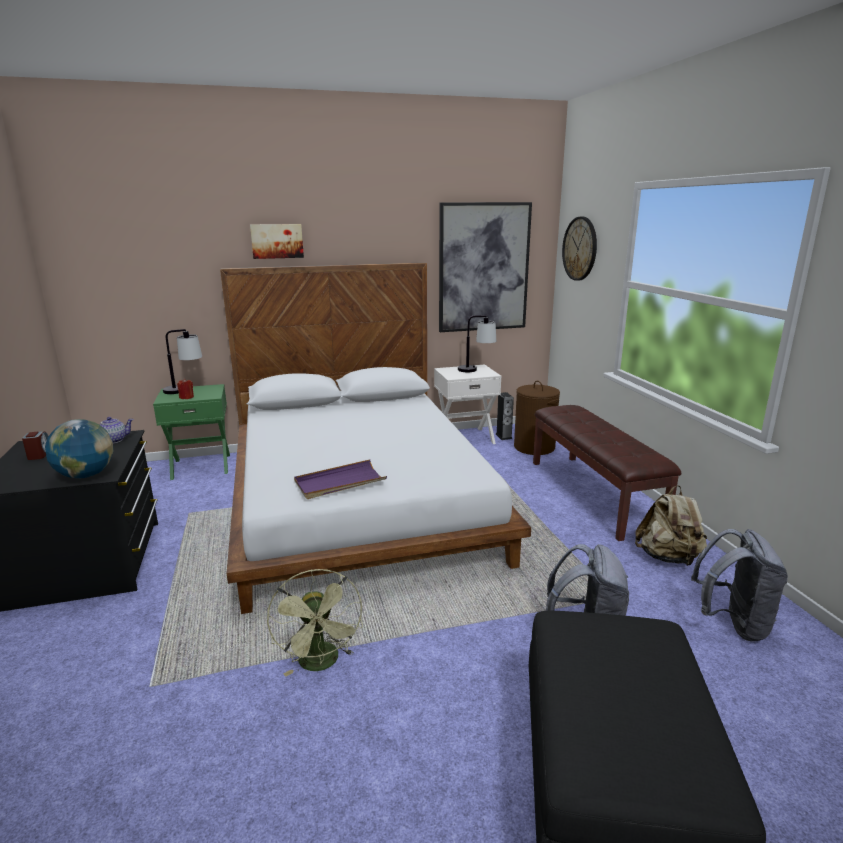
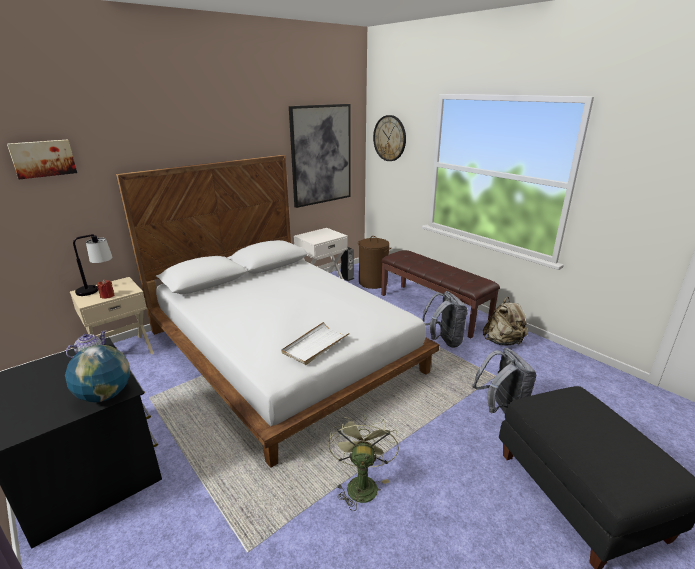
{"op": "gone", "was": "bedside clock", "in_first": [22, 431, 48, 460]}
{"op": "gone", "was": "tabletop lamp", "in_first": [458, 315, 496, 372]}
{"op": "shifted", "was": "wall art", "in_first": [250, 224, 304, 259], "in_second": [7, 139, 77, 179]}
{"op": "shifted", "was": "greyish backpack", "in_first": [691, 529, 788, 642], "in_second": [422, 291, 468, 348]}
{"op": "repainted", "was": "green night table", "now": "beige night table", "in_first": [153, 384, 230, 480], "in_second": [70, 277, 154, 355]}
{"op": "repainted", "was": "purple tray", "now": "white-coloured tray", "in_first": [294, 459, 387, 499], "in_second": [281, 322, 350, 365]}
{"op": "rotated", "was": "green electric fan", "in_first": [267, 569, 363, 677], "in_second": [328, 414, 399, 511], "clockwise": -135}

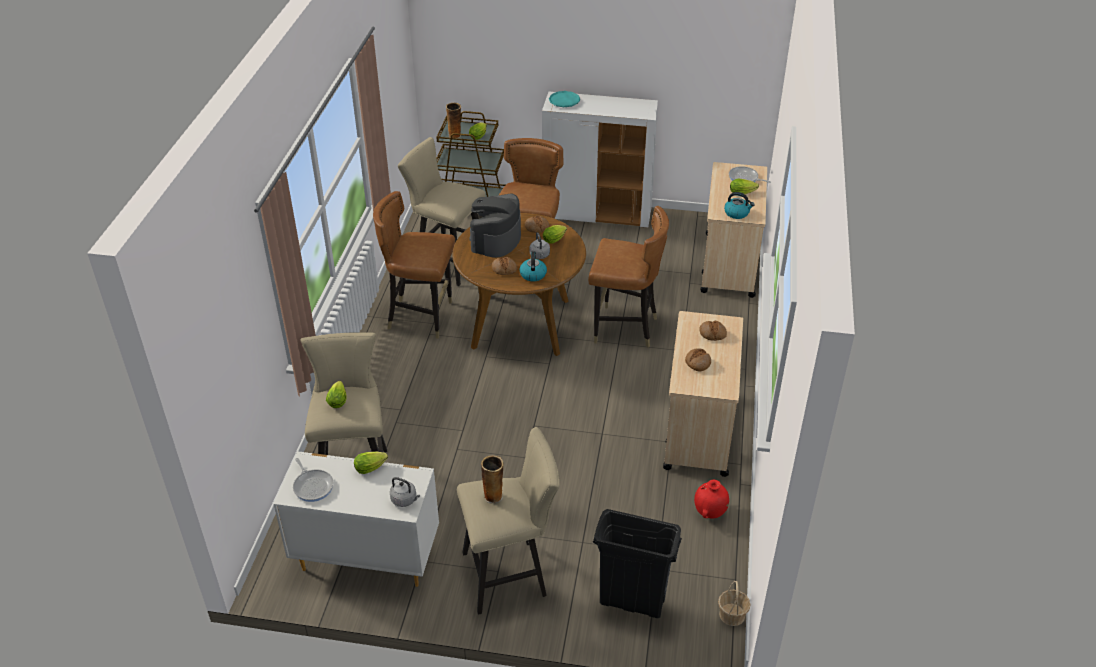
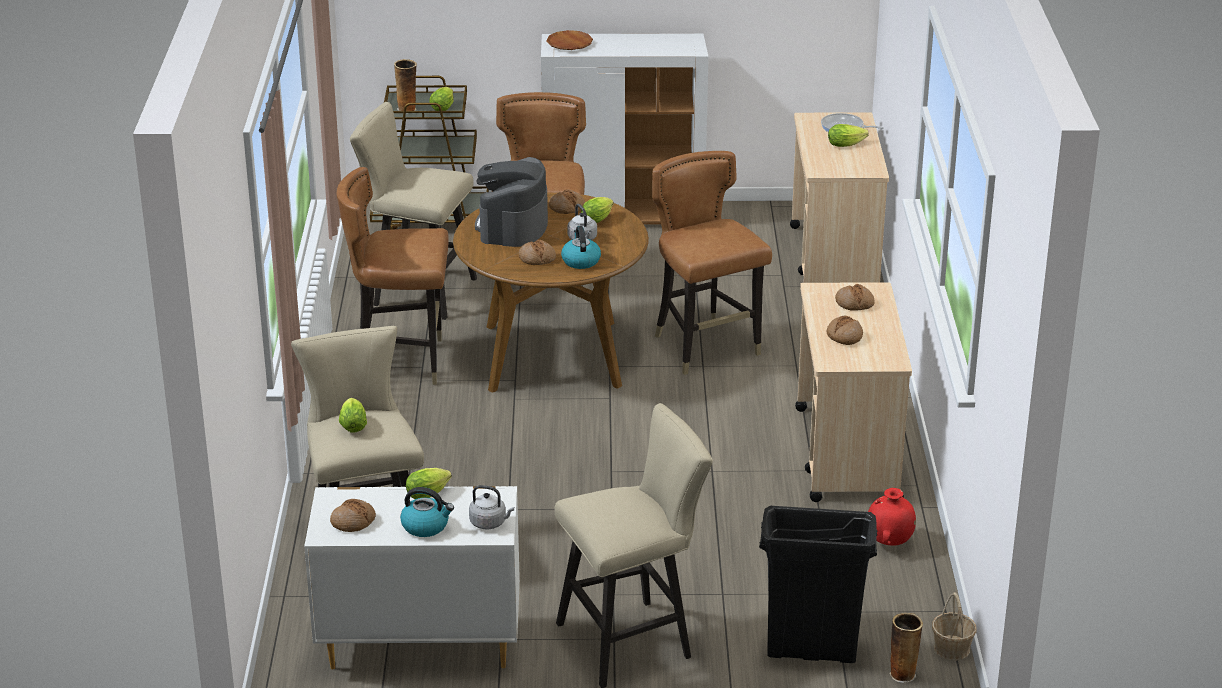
{"op": "shifted", "was": "decorative vase", "in_first": [481, 455, 503, 503], "in_second": [889, 613, 923, 683]}
{"op": "shifted", "was": "water kettle", "in_first": [724, 192, 755, 219], "in_second": [400, 487, 454, 537]}
{"op": "swapped", "was": "skillet", "now": "bread", "in_first": [293, 458, 333, 502], "in_second": [330, 499, 376, 532]}
{"op": "repainted", "was": "blue-green plate", "now": "brownish plate", "in_first": [549, 91, 581, 107], "in_second": [547, 30, 593, 50]}
{"op": "rotated", "was": "brownish plain chair", "in_first": [588, 206, 669, 348], "in_second": [652, 151, 772, 375], "clockwise": -120}

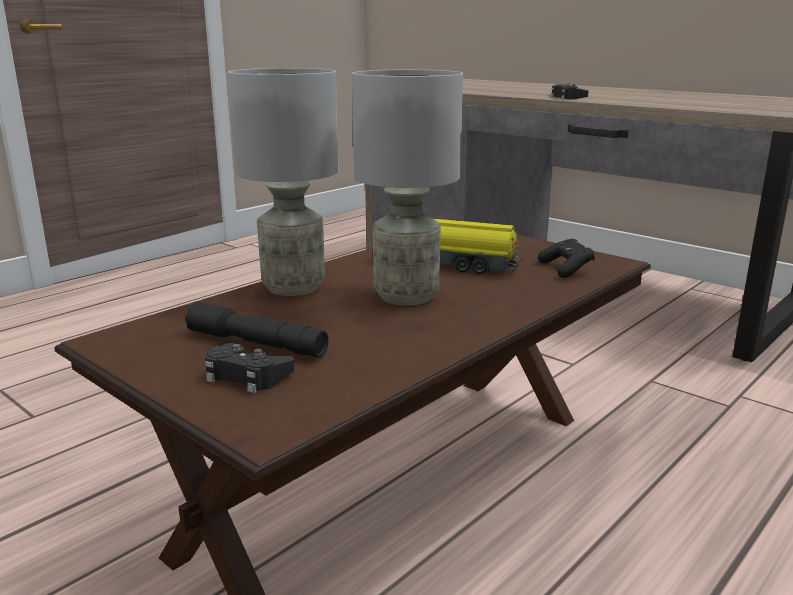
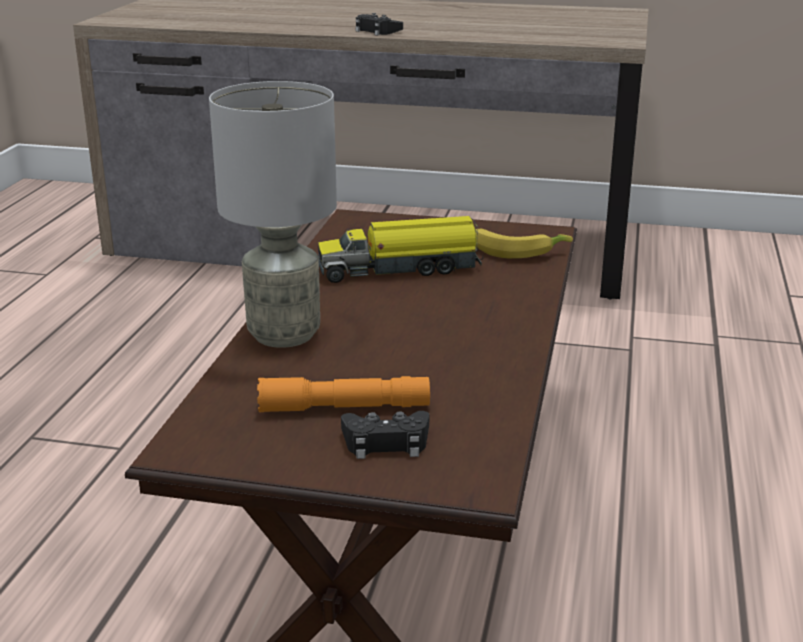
{"op": "gone", "was": "greyish tabletop lamp", "in_first": [352, 70, 463, 306]}
{"op": "swapped", "was": "black game controller", "now": "banana", "in_first": [538, 239, 595, 278], "in_second": [476, 228, 573, 259]}
{"op": "repainted", "was": "black torch", "now": "orangey torch", "in_first": [185, 301, 328, 358], "in_second": [257, 376, 430, 412]}

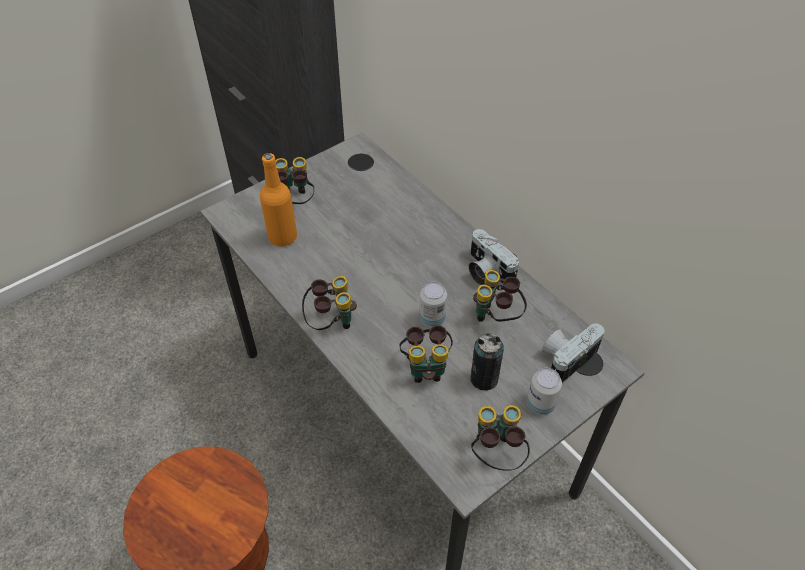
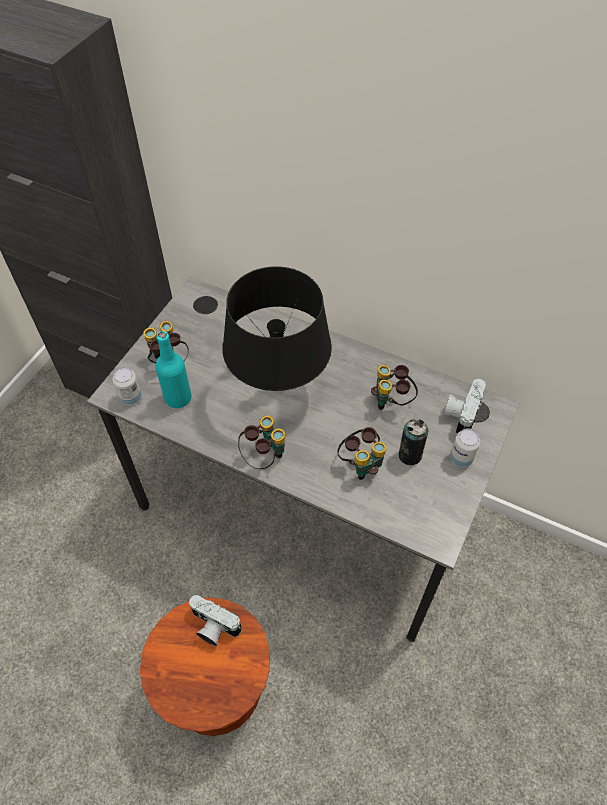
{"op": "gone", "was": "binoculars", "in_first": [471, 405, 530, 471]}
{"op": "new", "now": "black tabletop lamp", "in_second": [222, 266, 332, 391]}
{"op": "shifted", "was": "sealed can", "in_first": [419, 282, 447, 327], "in_second": [113, 367, 142, 405]}
{"op": "shifted", "was": "still camera", "in_first": [469, 229, 519, 285], "in_second": [189, 595, 242, 646]}
{"op": "repainted", "was": "orangey bottle", "now": "blue-green bottle", "in_first": [260, 153, 297, 247], "in_second": [156, 331, 192, 408]}

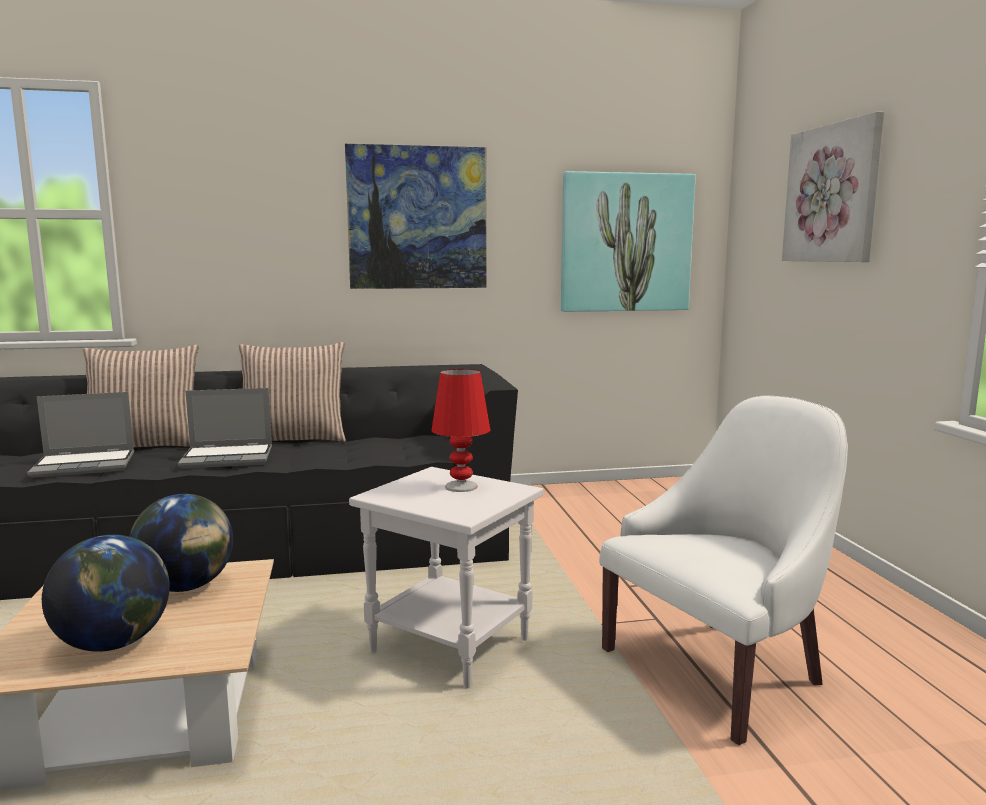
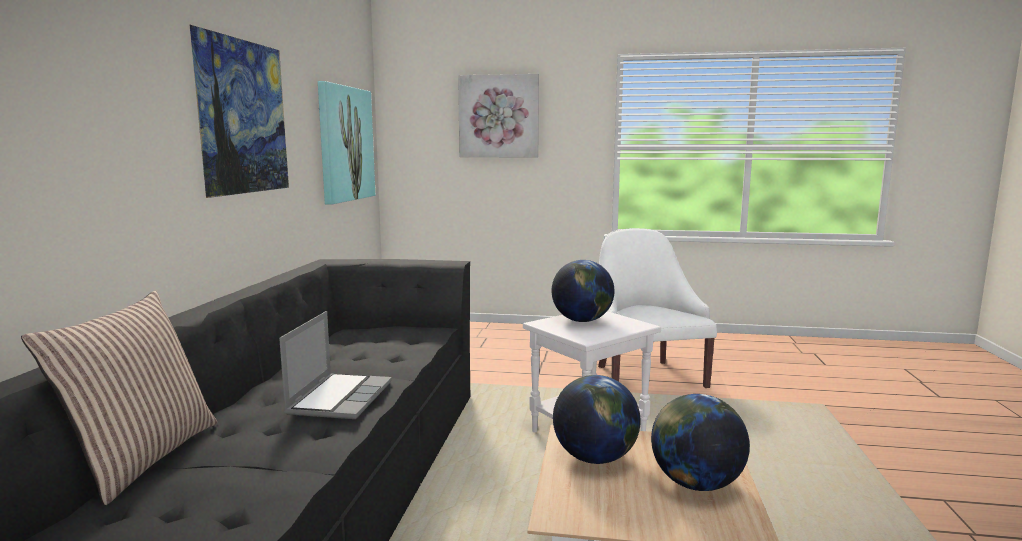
{"op": "gone", "was": "portable computer", "in_first": [27, 392, 134, 478]}
{"op": "gone", "was": "pillow", "in_first": [238, 342, 346, 442]}
{"op": "swapped", "was": "reddish tabletop lamp", "now": "world globe", "in_first": [431, 369, 490, 492], "in_second": [552, 260, 614, 322]}

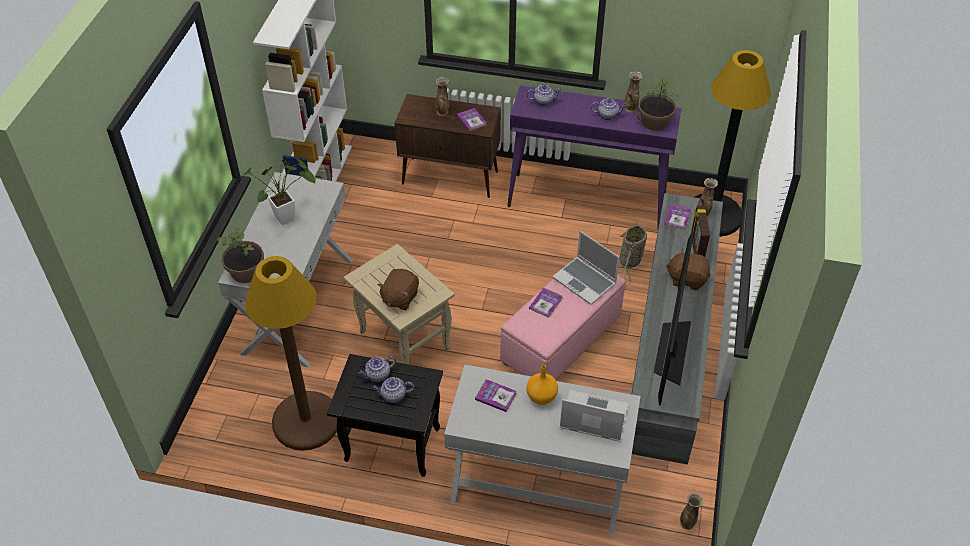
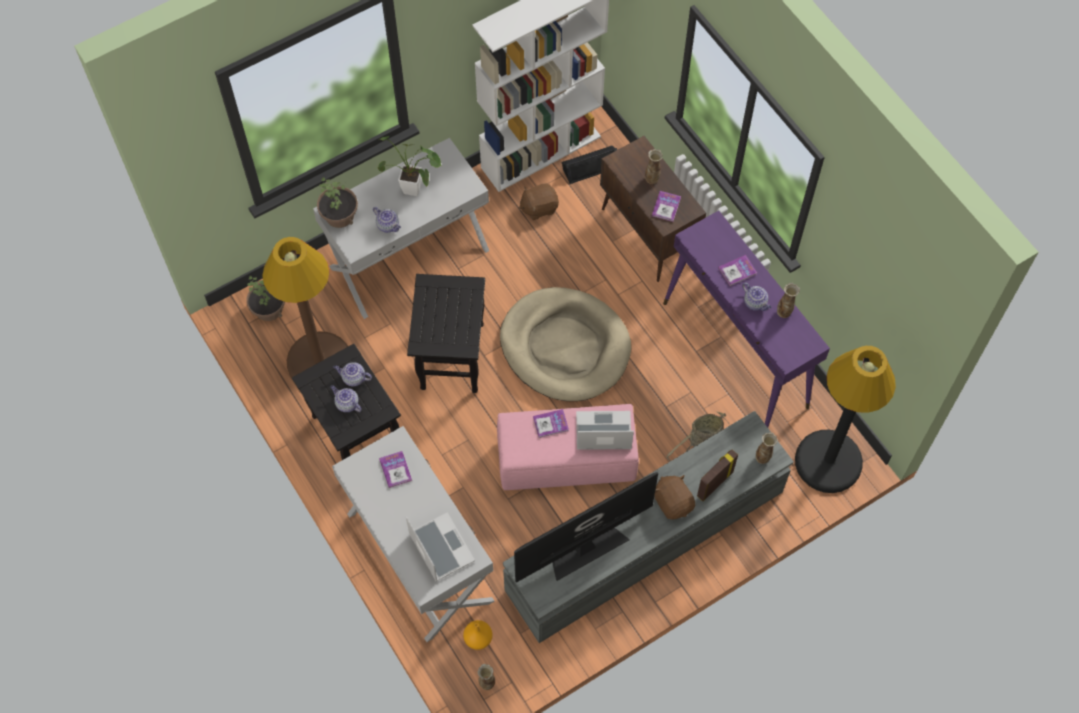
{"op": "new", "now": "beige pet bed", "in_second": [500, 287, 631, 401]}
{"op": "new", "now": "black speaker", "in_second": [562, 145, 617, 184]}
{"op": "shifted", "was": "brownish soft toy", "in_first": [378, 269, 419, 310], "in_second": [519, 183, 559, 220]}
{"op": "shifted", "was": "tea pot", "in_first": [527, 85, 561, 106], "in_second": [373, 207, 401, 233]}
{"op": "shifted", "was": "orangey decorative vase", "in_first": [527, 365, 558, 405], "in_second": [463, 620, 493, 650]}
{"op": "shifted", "was": "potted plant", "in_first": [637, 76, 678, 131], "in_second": [246, 276, 285, 321]}
{"op": "shifted", "was": "book", "in_first": [665, 204, 691, 230], "in_second": [718, 255, 757, 286]}
{"op": "repainted", "was": "beige side table", "now": "black side table", "in_first": [344, 244, 455, 365], "in_second": [407, 274, 485, 393]}
{"op": "rotated", "was": "portable computer", "in_first": [552, 231, 620, 305], "in_second": [576, 411, 634, 450], "clockwise": 90}

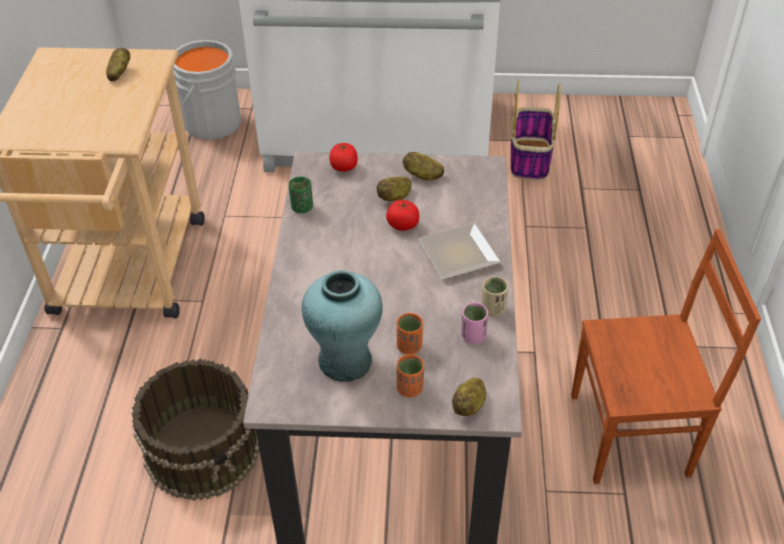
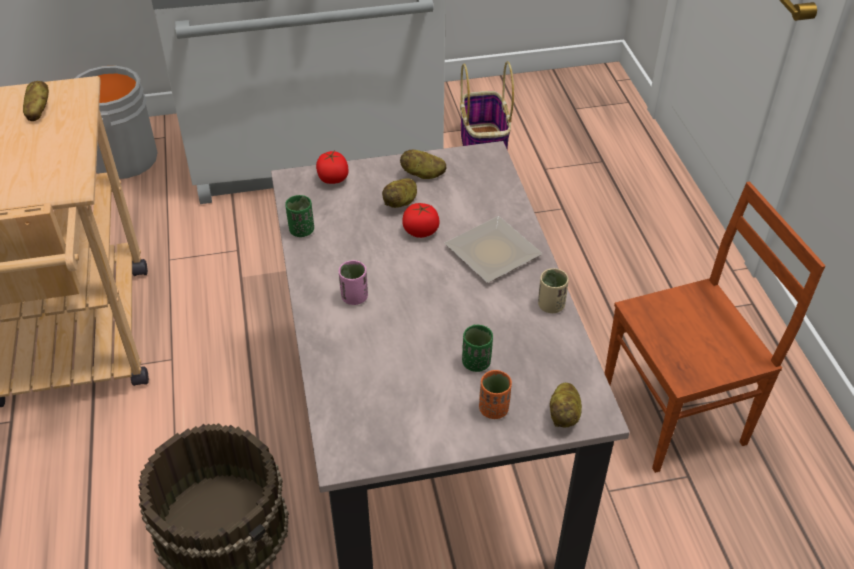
{"op": "gone", "was": "blue-green decorative vase", "in_first": [302, 270, 382, 382]}
{"op": "shifted", "was": "pinkish cup", "in_first": [461, 303, 488, 344], "in_second": [339, 260, 368, 305]}
{"op": "repainted", "was": "orangey cup", "now": "green cup", "in_first": [397, 313, 423, 354], "in_second": [462, 325, 493, 372]}

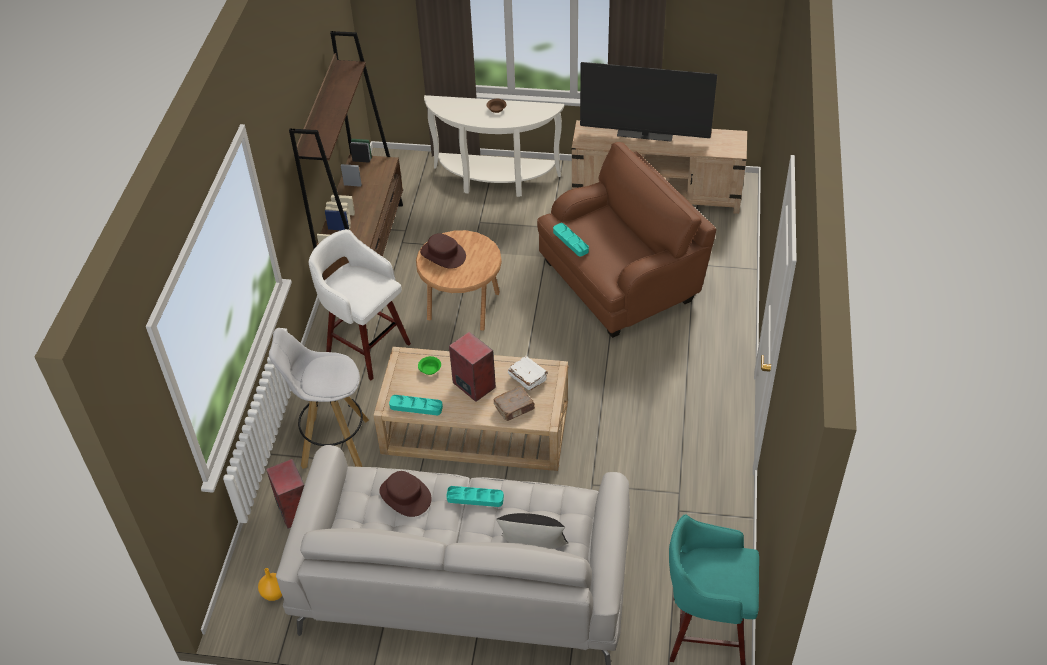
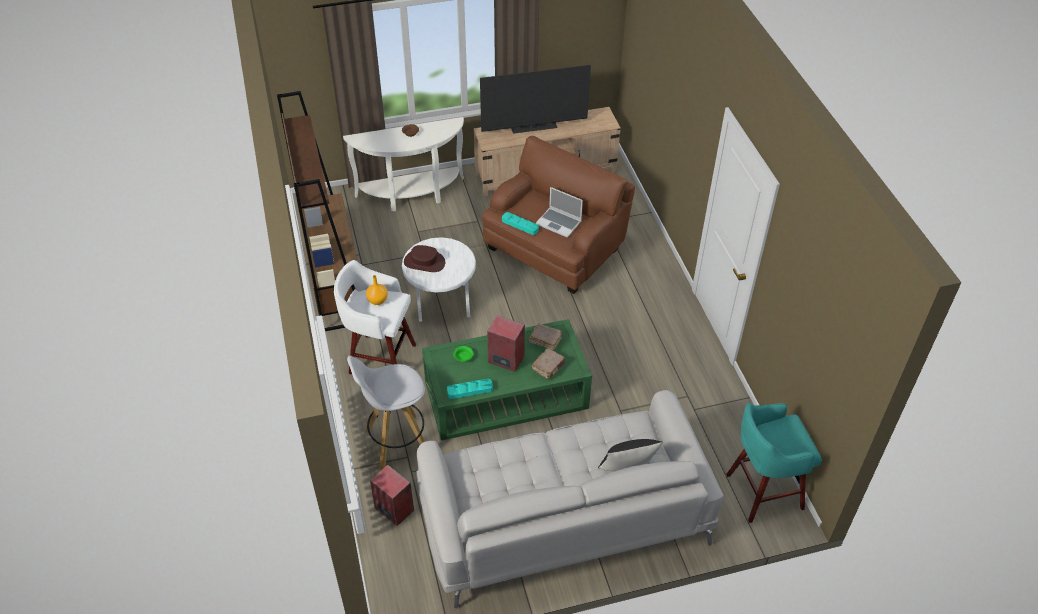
{"op": "gone", "was": "brownish wearable hat", "in_first": [379, 471, 432, 517]}
{"op": "gone", "was": "blue-green tray", "in_first": [446, 486, 504, 507]}
{"op": "new", "now": "portable computer", "in_second": [536, 187, 583, 238]}
{"op": "shifted", "was": "orangey decorative vase", "in_first": [258, 568, 282, 601], "in_second": [366, 275, 388, 305]}
{"op": "repainted", "was": "beige low table", "now": "green low table", "in_first": [373, 347, 569, 471], "in_second": [422, 319, 592, 441]}
{"op": "repainted", "was": "brownish side table", "now": "white-coloured side table", "in_first": [416, 230, 502, 331], "in_second": [402, 237, 476, 322]}
{"op": "repainted", "was": "white-coloured book", "now": "brownish book", "in_first": [508, 356, 548, 391], "in_second": [529, 323, 563, 350]}

